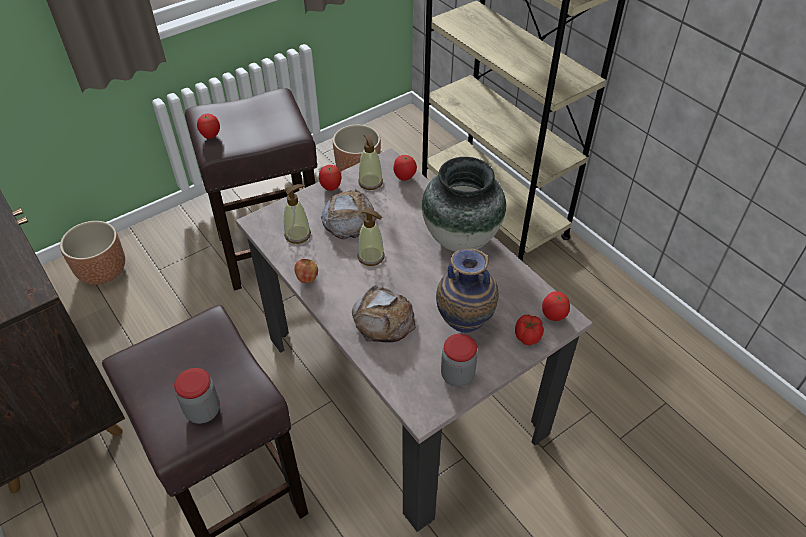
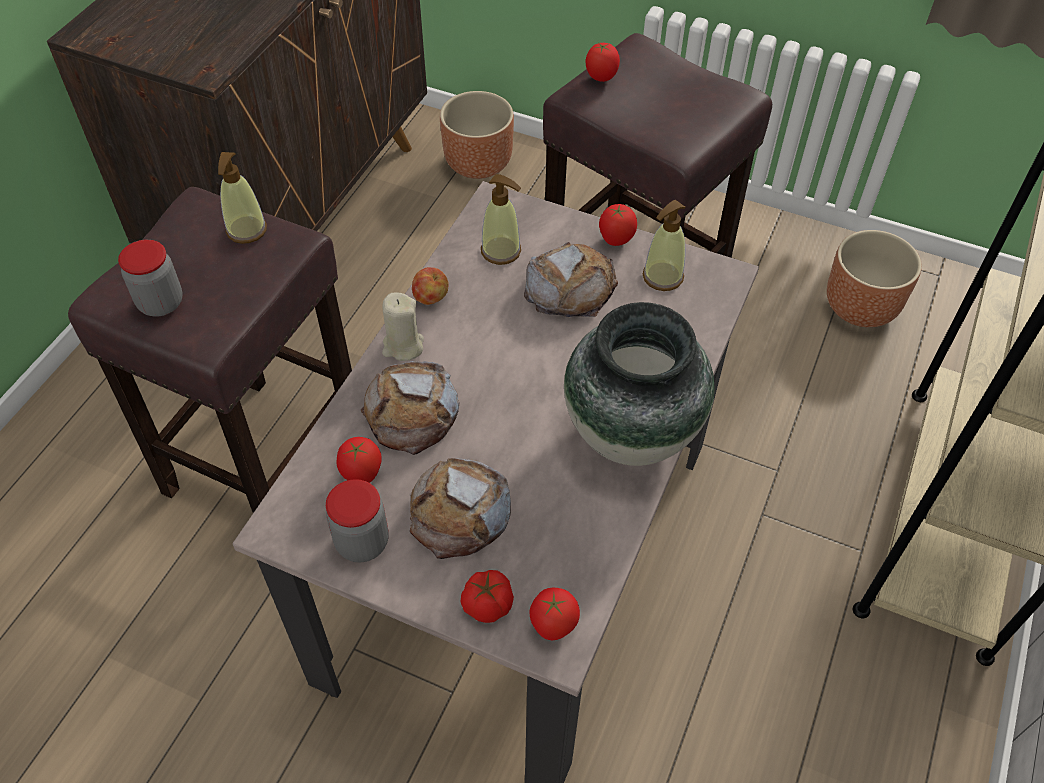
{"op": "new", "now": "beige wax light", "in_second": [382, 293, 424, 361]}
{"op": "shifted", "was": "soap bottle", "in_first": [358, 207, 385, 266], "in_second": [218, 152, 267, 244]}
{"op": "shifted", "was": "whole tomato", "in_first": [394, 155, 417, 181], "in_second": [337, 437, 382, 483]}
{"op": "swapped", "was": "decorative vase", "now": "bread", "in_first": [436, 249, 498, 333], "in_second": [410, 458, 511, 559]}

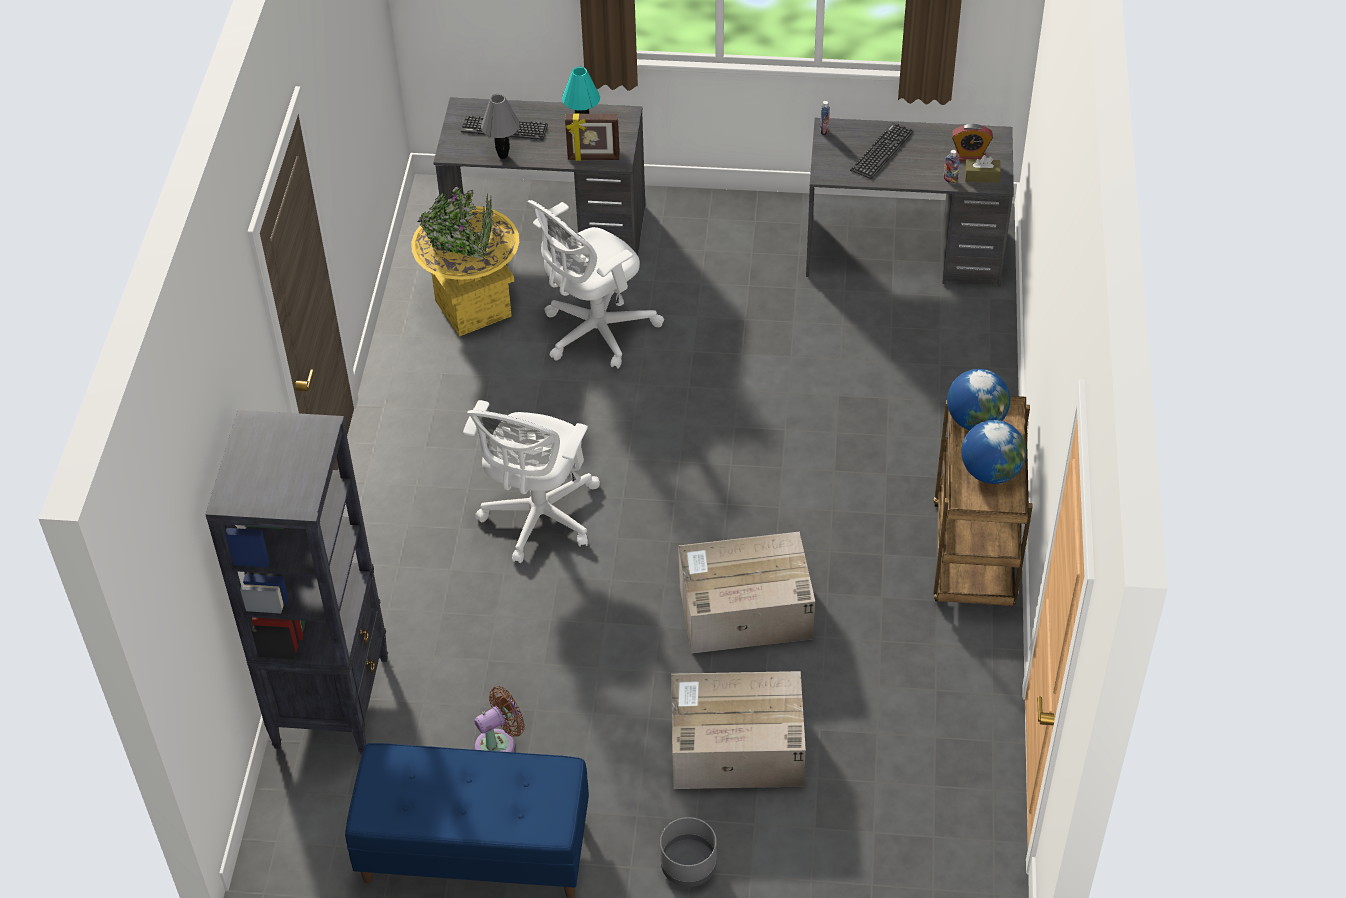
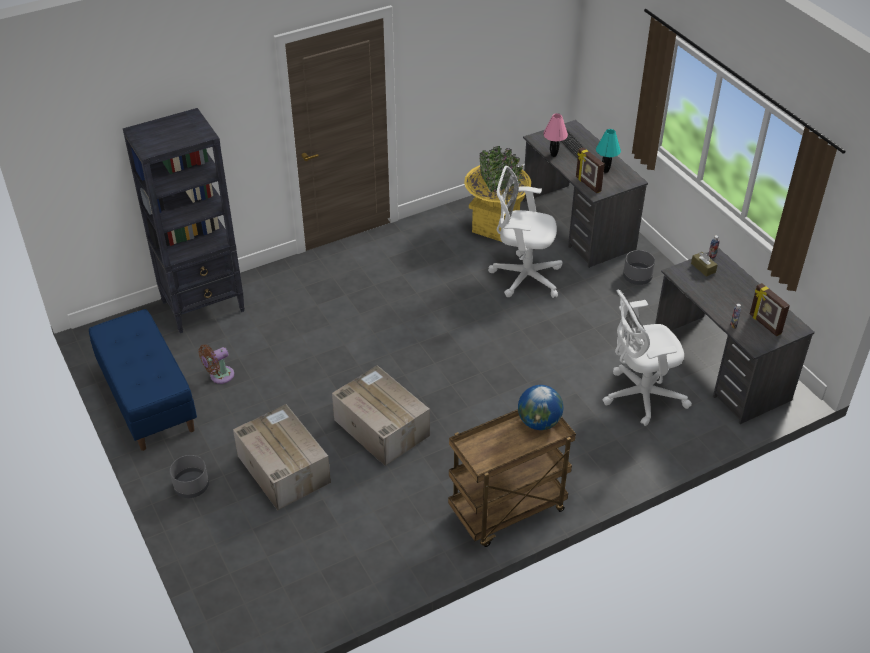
{"op": "gone", "was": "PC keyboard", "in_first": [850, 122, 913, 179]}
{"op": "gone", "was": "world globe", "in_first": [962, 420, 1026, 484]}
{"op": "new", "now": "greyish planter", "in_second": [623, 250, 655, 285]}
{"op": "shifted", "was": "white-coloured computer chair", "in_first": [463, 400, 600, 563], "in_second": [603, 290, 692, 426]}
{"op": "shifted", "was": "brownish tissue box", "in_first": [965, 155, 1001, 183], "in_second": [691, 252, 717, 277]}
{"op": "swapped", "was": "bedside clock", "now": "standing frame", "in_first": [952, 124, 993, 161], "in_second": [750, 283, 790, 336]}
{"op": "repainted", "was": "greyish tabletop lamp", "now": "pinkish tabletop lamp", "in_first": [481, 94, 520, 159], "in_second": [543, 113, 568, 157]}
{"op": "rotated", "was": "brownish electric fan", "in_first": [474, 686, 525, 752], "in_second": [198, 344, 234, 384], "clockwise": 120}

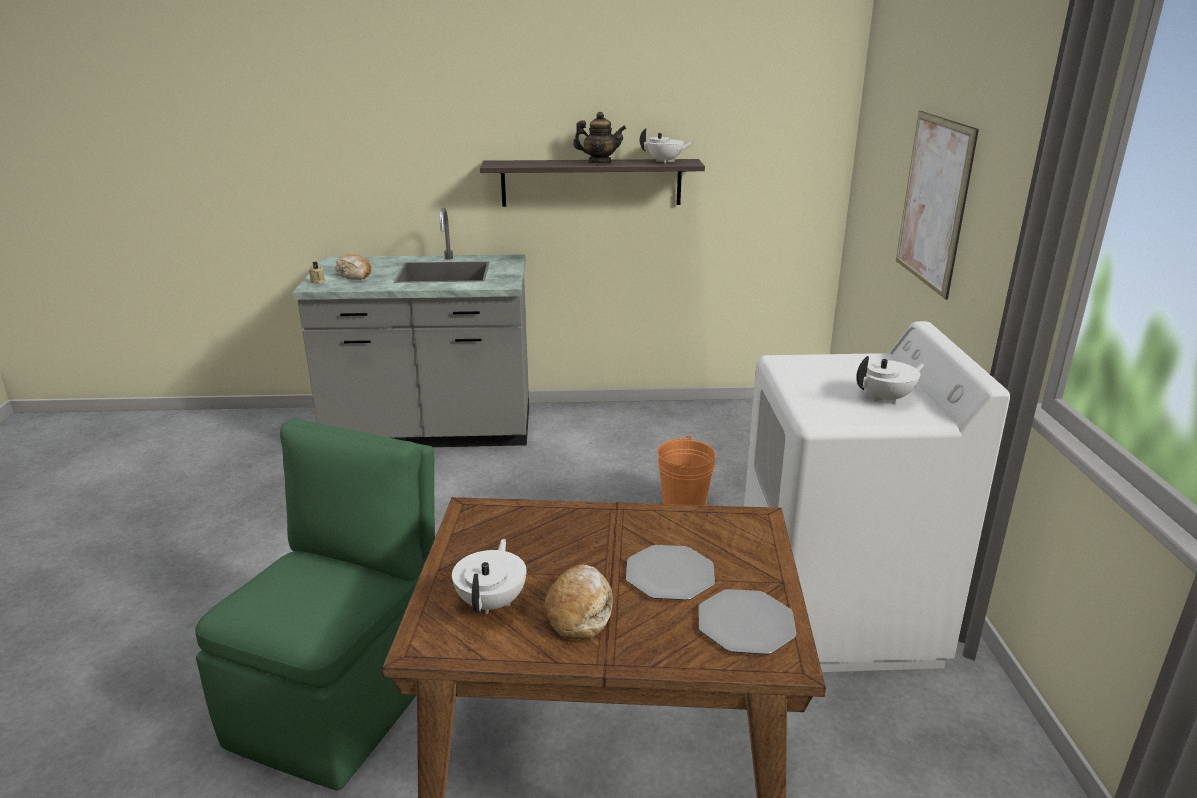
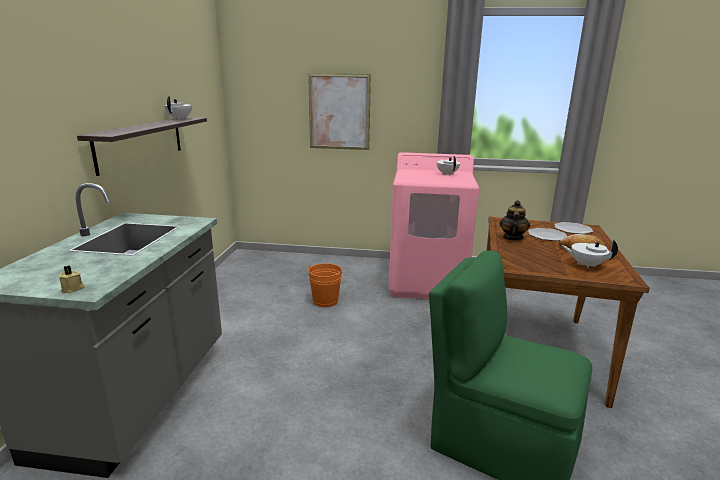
{"op": "gone", "was": "bread", "in_first": [334, 254, 371, 280]}
{"op": "shifted", "was": "tea pot", "in_first": [573, 112, 626, 163], "in_second": [499, 200, 530, 240]}
{"op": "repainted", "was": "white-coloured laundry appliance", "now": "pinkish laundry appliance", "in_first": [744, 321, 1010, 672], "in_second": [389, 152, 479, 299]}

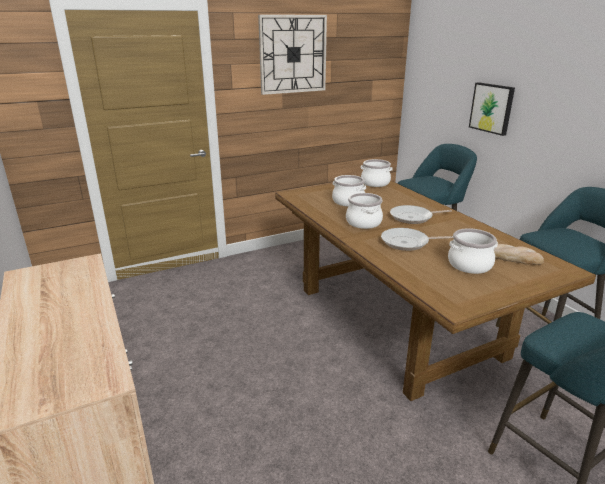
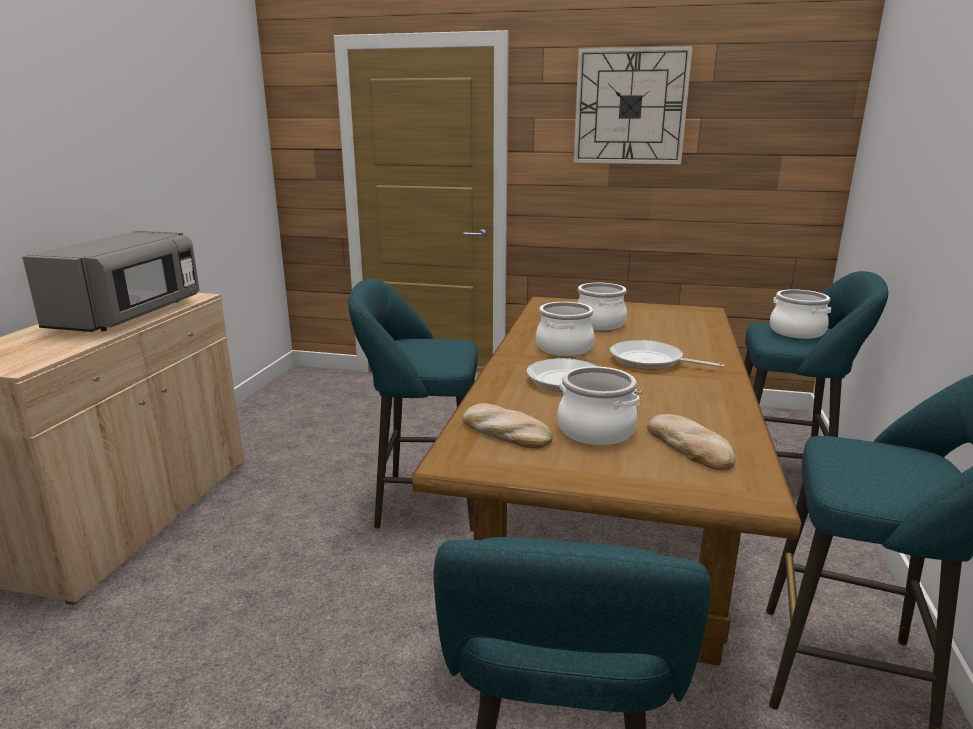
{"op": "gone", "was": "wall art", "in_first": [469, 82, 515, 136]}
{"op": "new", "now": "greyish microwave oven", "in_second": [22, 231, 200, 332]}
{"op": "new", "now": "blue-green stool", "in_second": [348, 279, 478, 532]}
{"op": "new", "now": "bread", "in_second": [463, 403, 553, 449]}
{"op": "shifted", "was": "cooking pot", "in_first": [361, 159, 393, 187], "in_second": [770, 289, 831, 339]}

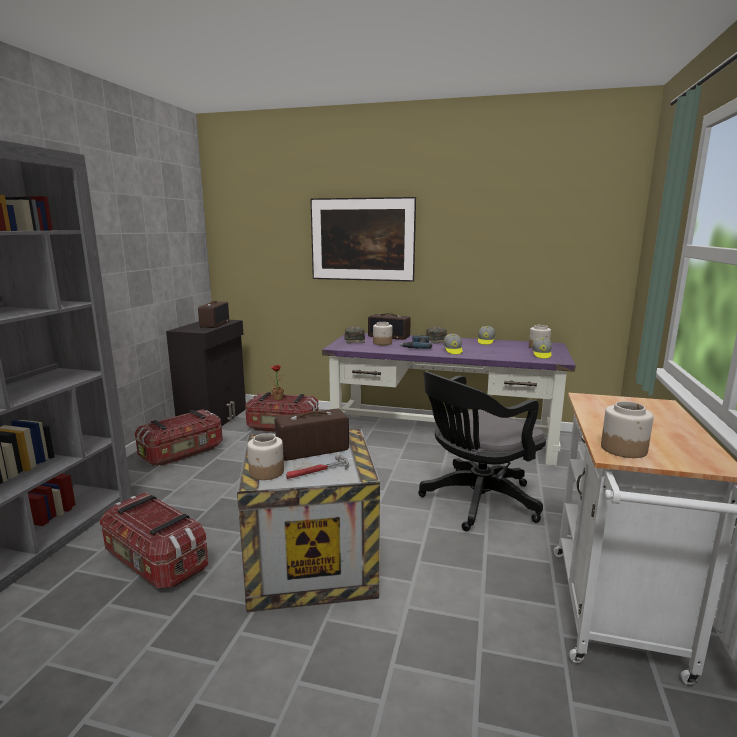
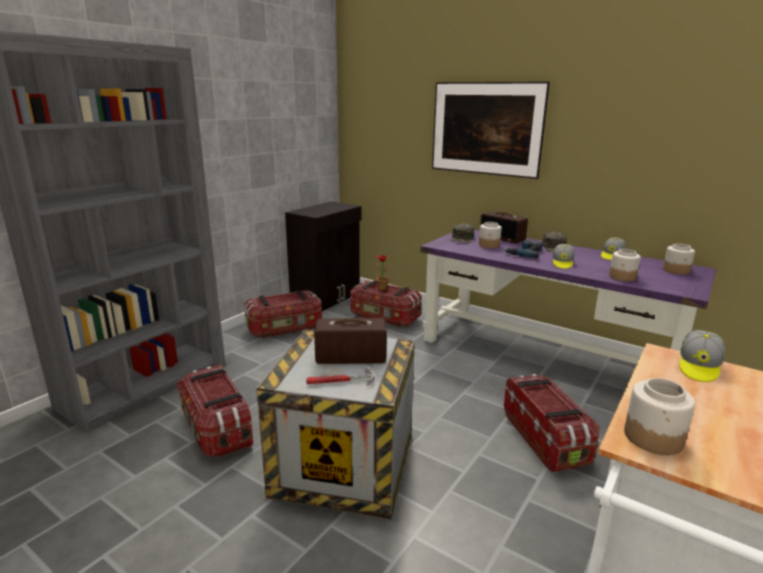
{"op": "gone", "was": "radio", "in_first": [198, 301, 229, 328]}
{"op": "shifted", "was": "storage jar", "in_first": [247, 433, 284, 480], "in_second": [609, 249, 641, 281]}
{"op": "shifted", "was": "peaked cap", "in_first": [532, 337, 552, 359], "in_second": [680, 330, 725, 382]}
{"op": "swapped", "was": "black computer chair", "now": "storage bin", "in_first": [418, 371, 546, 531], "in_second": [504, 374, 600, 472]}

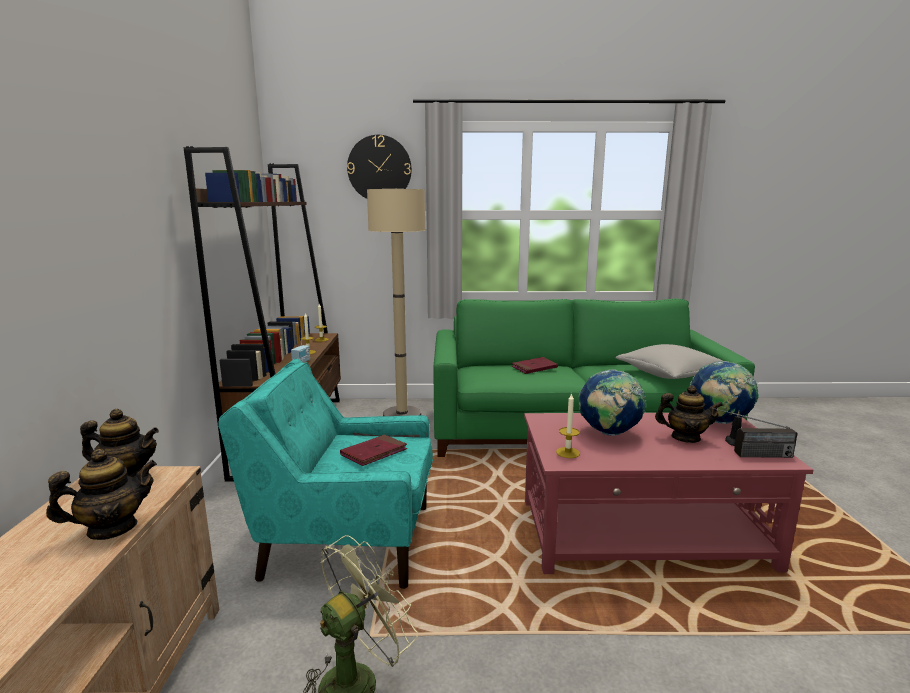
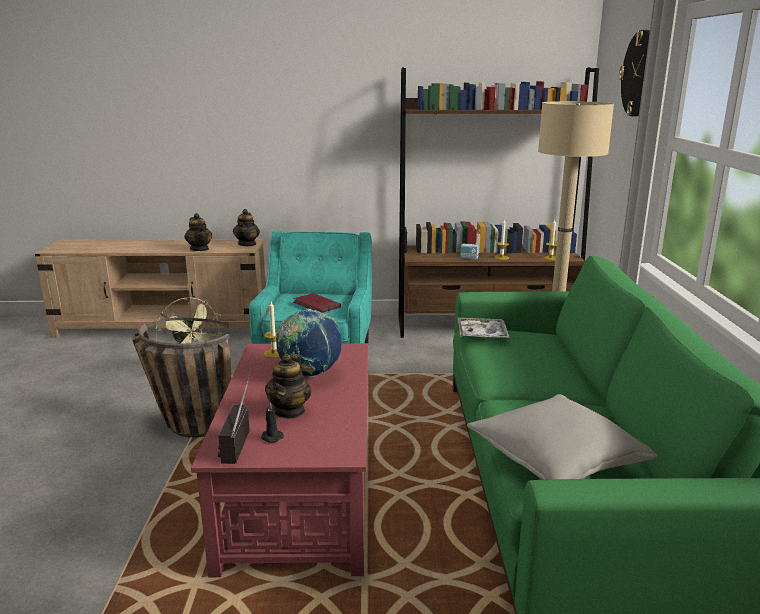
{"op": "gone", "was": "reddish book", "in_first": [512, 357, 558, 374]}
{"op": "gone", "was": "world globe", "in_first": [690, 361, 759, 424]}
{"op": "new", "now": "basket", "in_second": [132, 318, 231, 438]}
{"op": "new", "now": "tray", "in_second": [458, 318, 510, 338]}

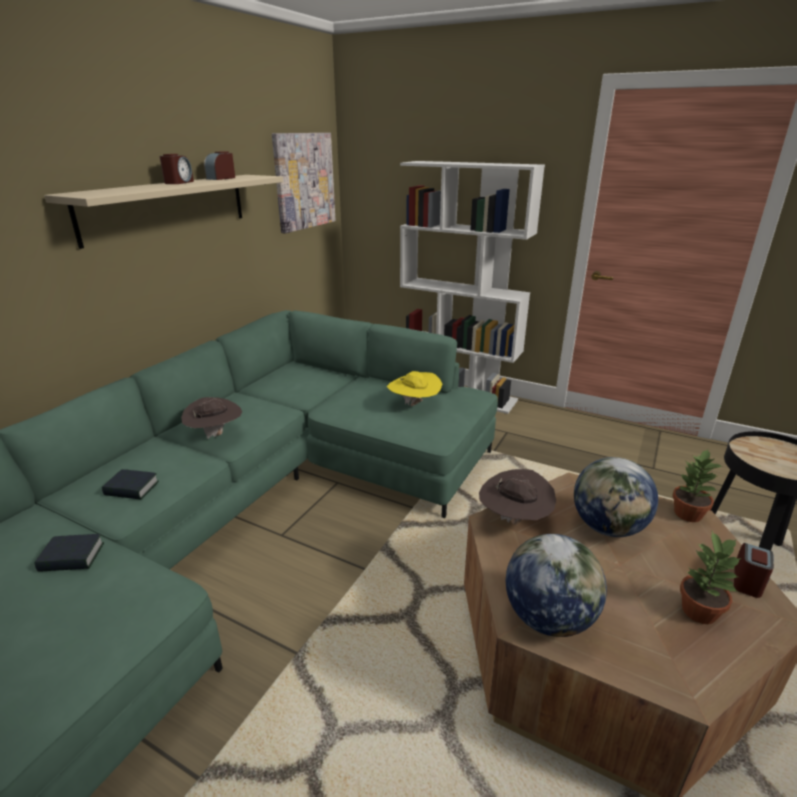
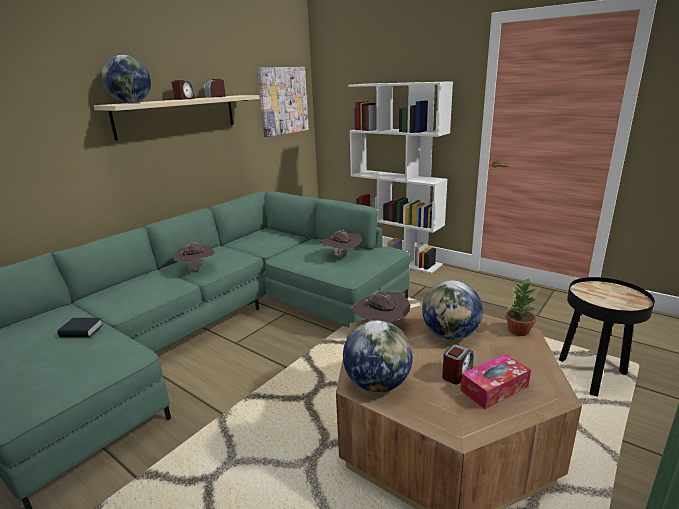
{"op": "gone", "was": "book", "in_first": [102, 469, 159, 500]}
{"op": "new", "now": "world globe", "in_second": [102, 55, 151, 103]}
{"op": "shifted", "was": "bedside clock", "in_first": [734, 543, 774, 598], "in_second": [442, 344, 474, 384]}
{"op": "swapped", "was": "potted plant", "now": "tissue box", "in_first": [680, 531, 742, 624], "in_second": [460, 354, 531, 409]}
{"op": "repainted", "was": "yellow wearable hat", "now": "brownish wearable hat", "in_first": [387, 371, 442, 406], "in_second": [321, 230, 362, 256]}

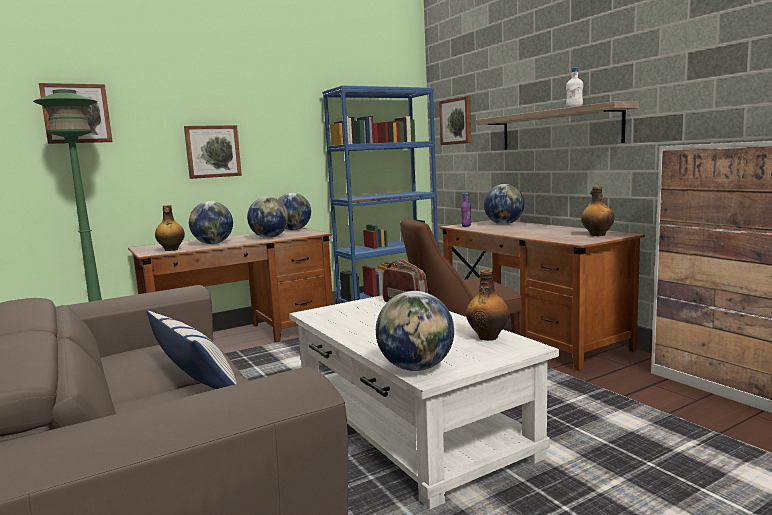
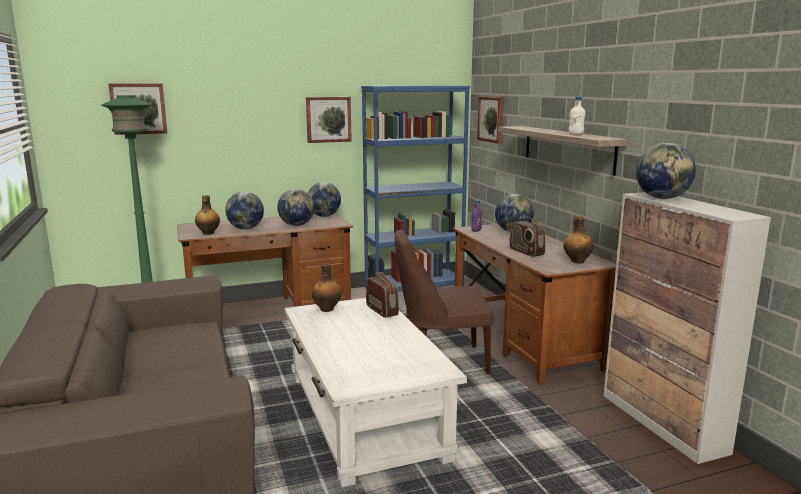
{"op": "gone", "was": "pillow", "in_first": [146, 310, 237, 389]}
{"op": "new", "now": "radio", "in_second": [509, 218, 546, 257]}
{"op": "shifted", "was": "wall art", "in_first": [184, 125, 242, 179], "in_second": [306, 97, 352, 143]}
{"op": "shifted", "was": "world globe", "in_first": [376, 291, 454, 371], "in_second": [636, 143, 696, 199]}
{"op": "shifted", "was": "bottle", "in_first": [466, 269, 509, 341], "in_second": [312, 263, 341, 312]}

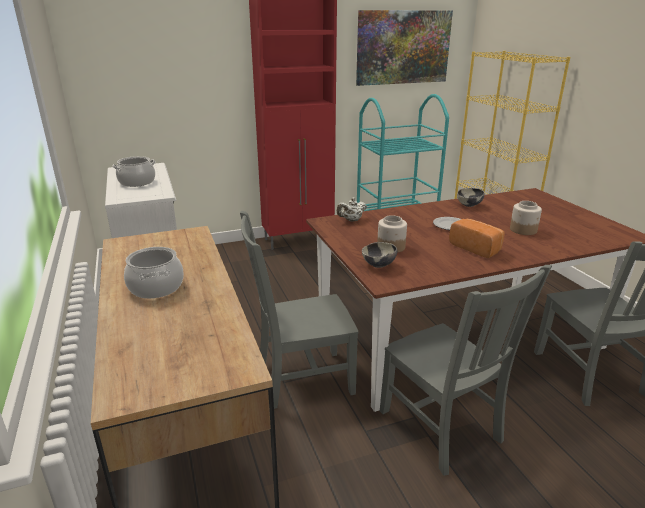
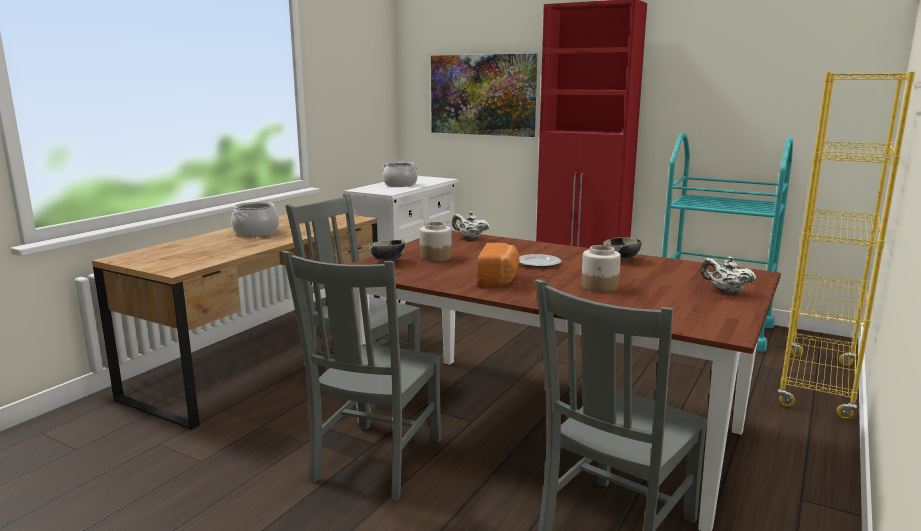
{"op": "new", "now": "white-coloured tea pot", "in_second": [700, 256, 756, 294]}
{"op": "shifted", "was": "wall art", "in_first": [356, 10, 453, 86], "in_second": [431, 53, 537, 137]}

